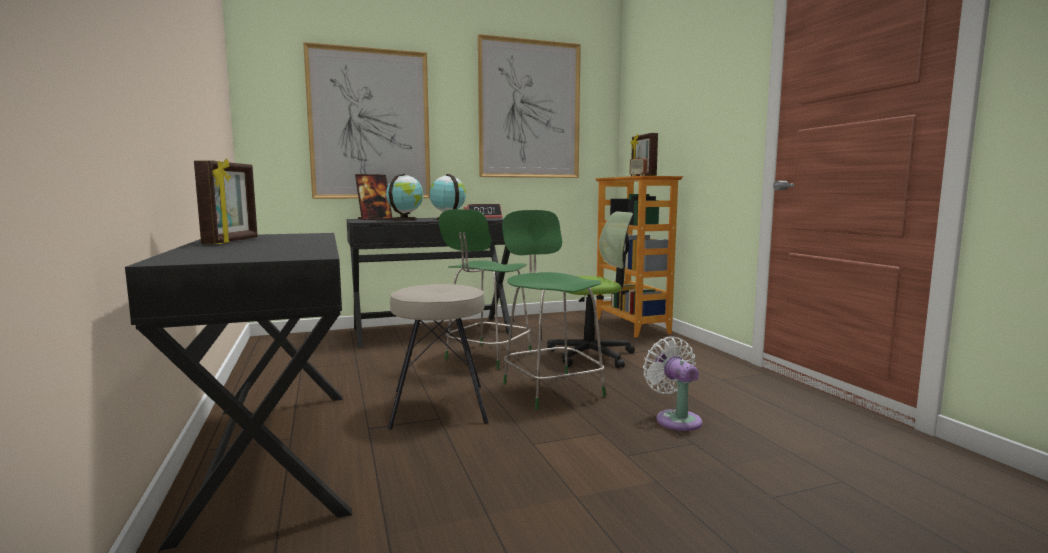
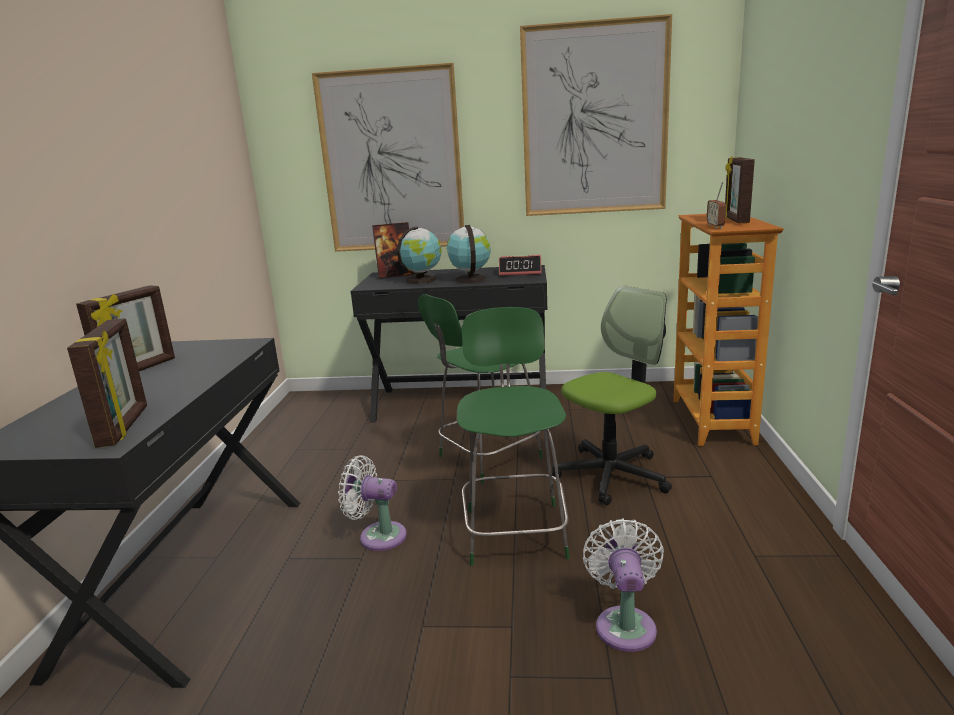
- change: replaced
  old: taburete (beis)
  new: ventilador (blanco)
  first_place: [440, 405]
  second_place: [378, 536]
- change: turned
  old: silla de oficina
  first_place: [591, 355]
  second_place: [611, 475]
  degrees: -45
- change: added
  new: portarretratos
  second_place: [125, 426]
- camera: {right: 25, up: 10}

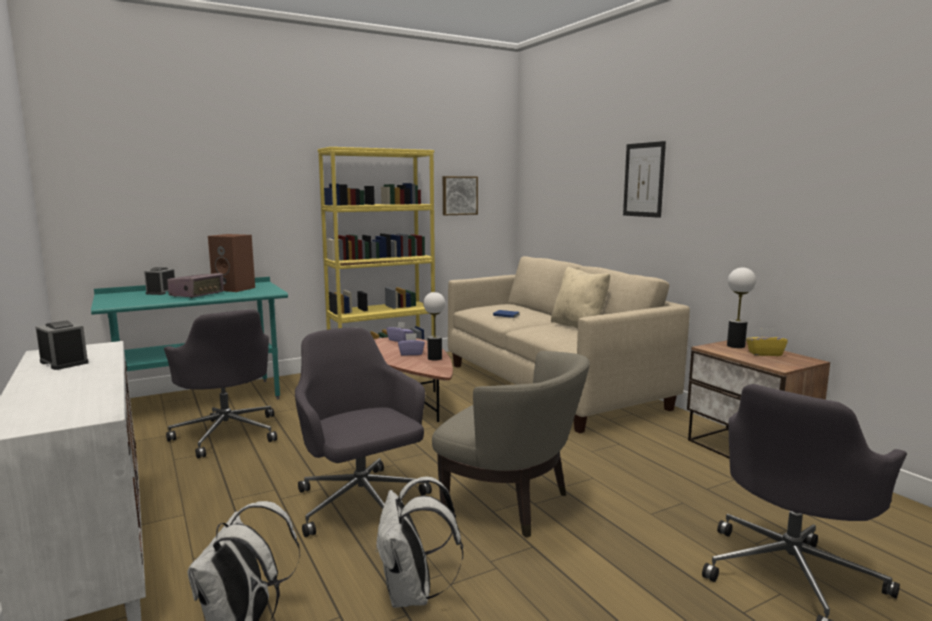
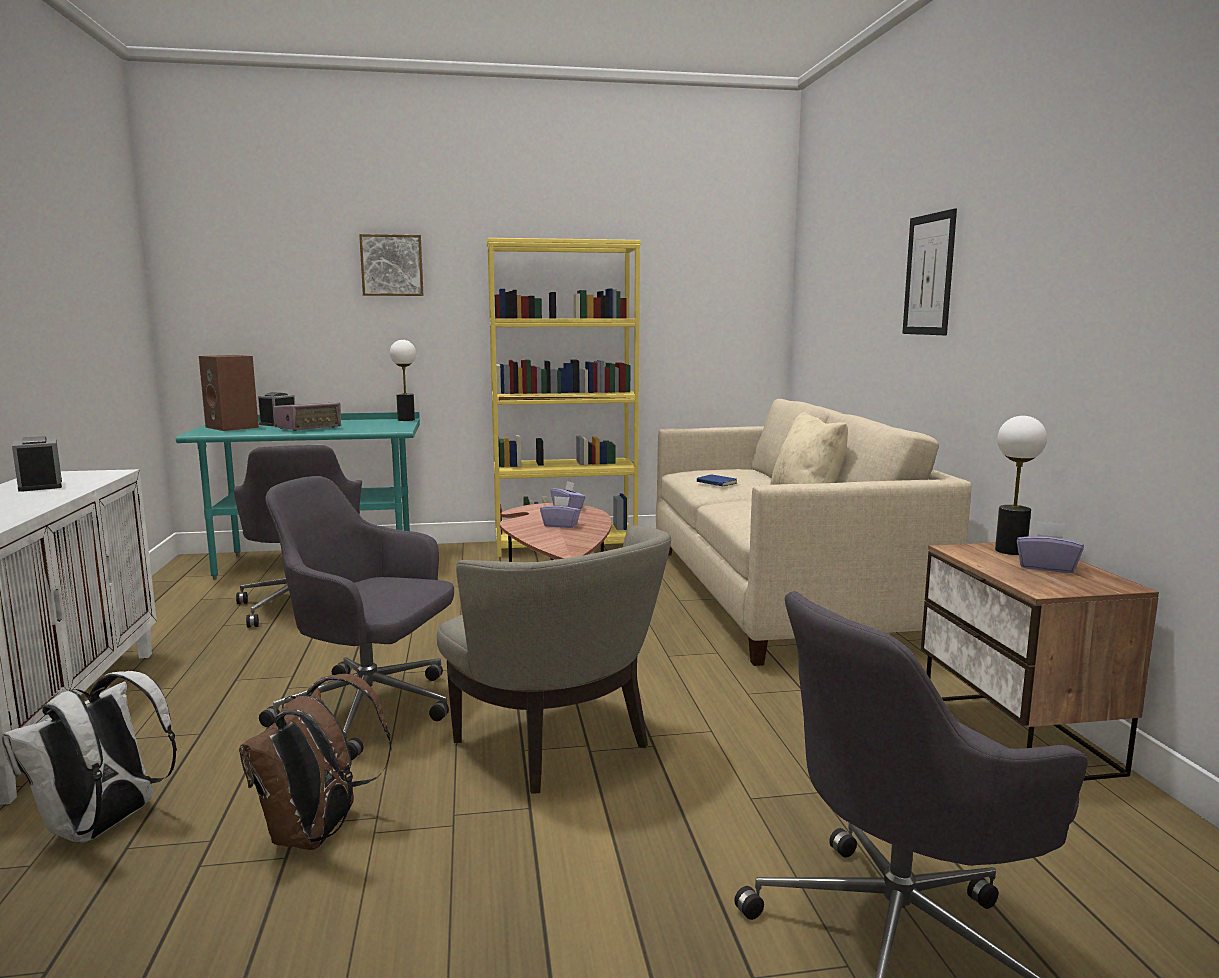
- change: moved
  old: altavoz (marrón)
  first_place: [235, 289]
  second_place: [233, 427]
- change: turned
  old: silla de oficina (gris)
  first_place: [361, 503]
  second_place: [370, 710]
  degrees: -60
- change: recoloured
  old: mochila (blanco)
  new: mochila (marrón)
  first_place: [413, 594]
  second_place: [317, 834]
- change: moved
  old: lámpara de mesa
  first_place: [434, 358]
  second_place: [406, 420]
- change: moved
  old: cuadro
  first_place: [459, 195]
  second_place: [392, 265]
- change: recoloured
  old: caja de pañuelos (amarillo)
  new: caja de pañuelos (morado)
  first_place: [764, 353]
  second_place: [1046, 567]
- camera: {right: 20, up: 0}

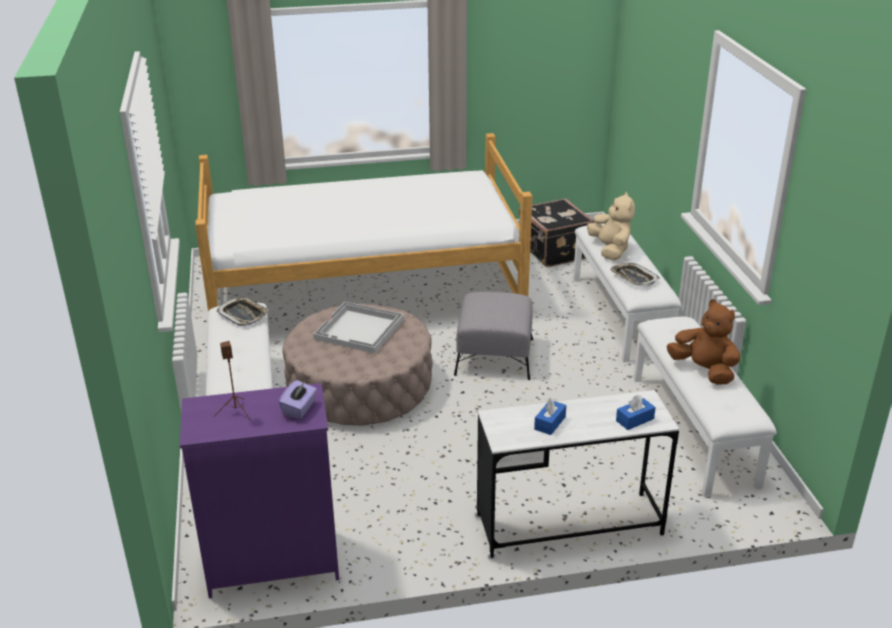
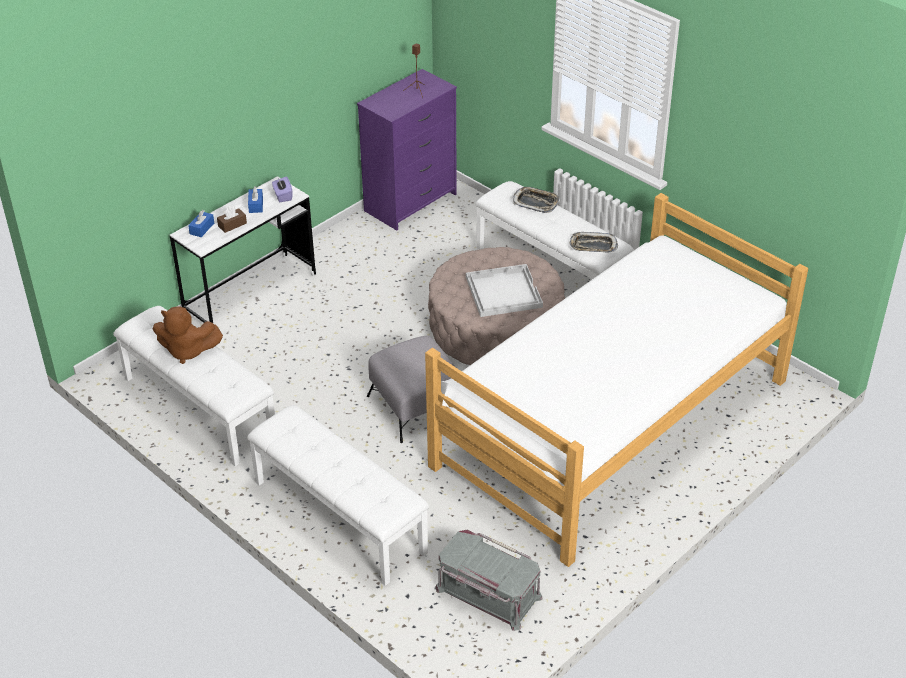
- change: moved
  old: caja de pañuelos (morado)
  first_place: [299, 409]
  second_place: [283, 196]
- change: replaced
  old: maleta (negro)
  new: caja de almacenaje (gris)
  first_place: [553, 251]
  second_place: [487, 593]
- change: removed
  old: peluche (beis)
  first_place: [610, 250]
- change: moved
  old: bandeja
  first_place: [633, 278]
  second_place: [536, 202]
- change: added
  new: caja de pañuelos (marrón)
  second_place: [232, 225]
- camera: {right: 145, up: 10}

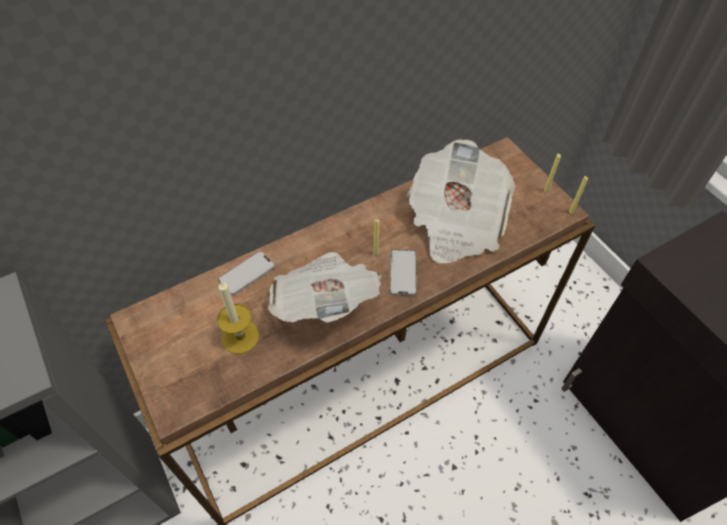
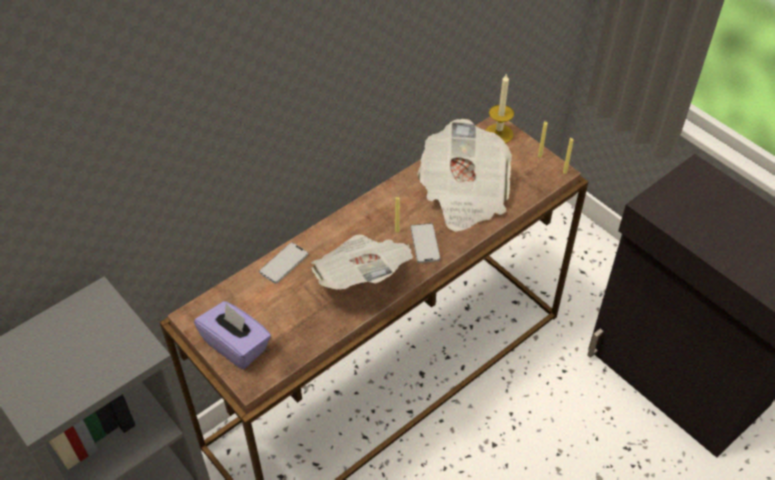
- change: moved
  old: vela
  first_place: [240, 336]
  second_place: [498, 134]
- change: added
  new: caja de pañuelos (morado)
  second_place: [236, 345]
- camera: {right: -10, up: -5}

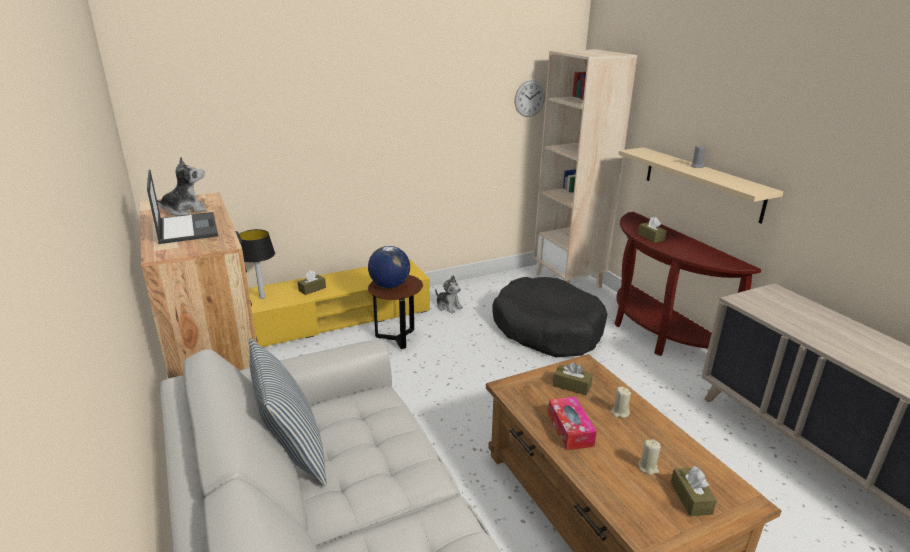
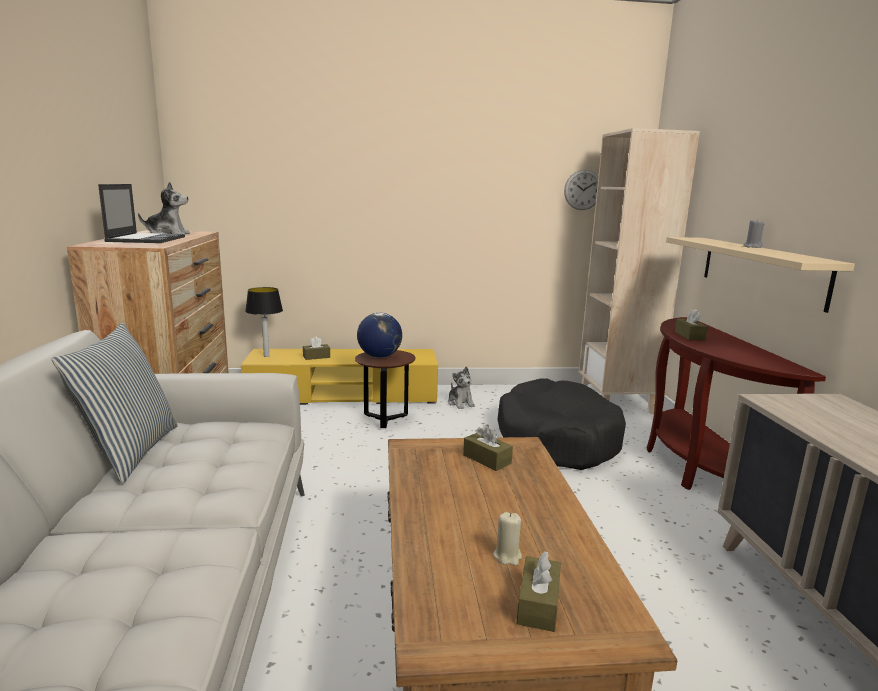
- change: removed
  old: caja de pañuelos
  first_place: [570, 429]
- change: removed
  old: vela (beis)
  first_place: [619, 412]
- camera: {right: 20, up: -10}

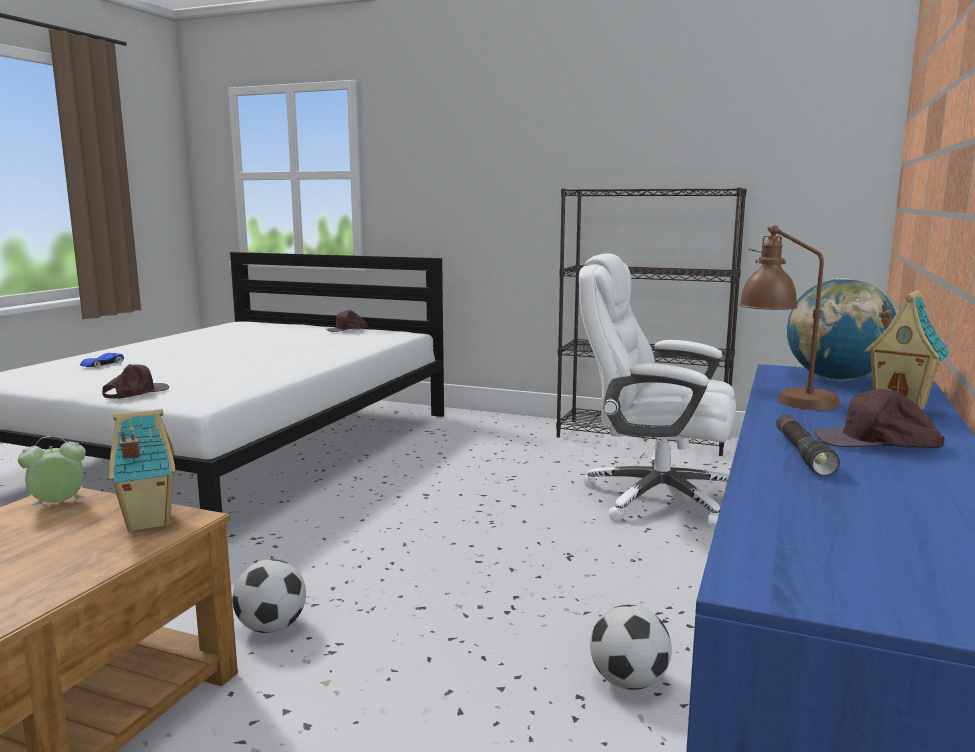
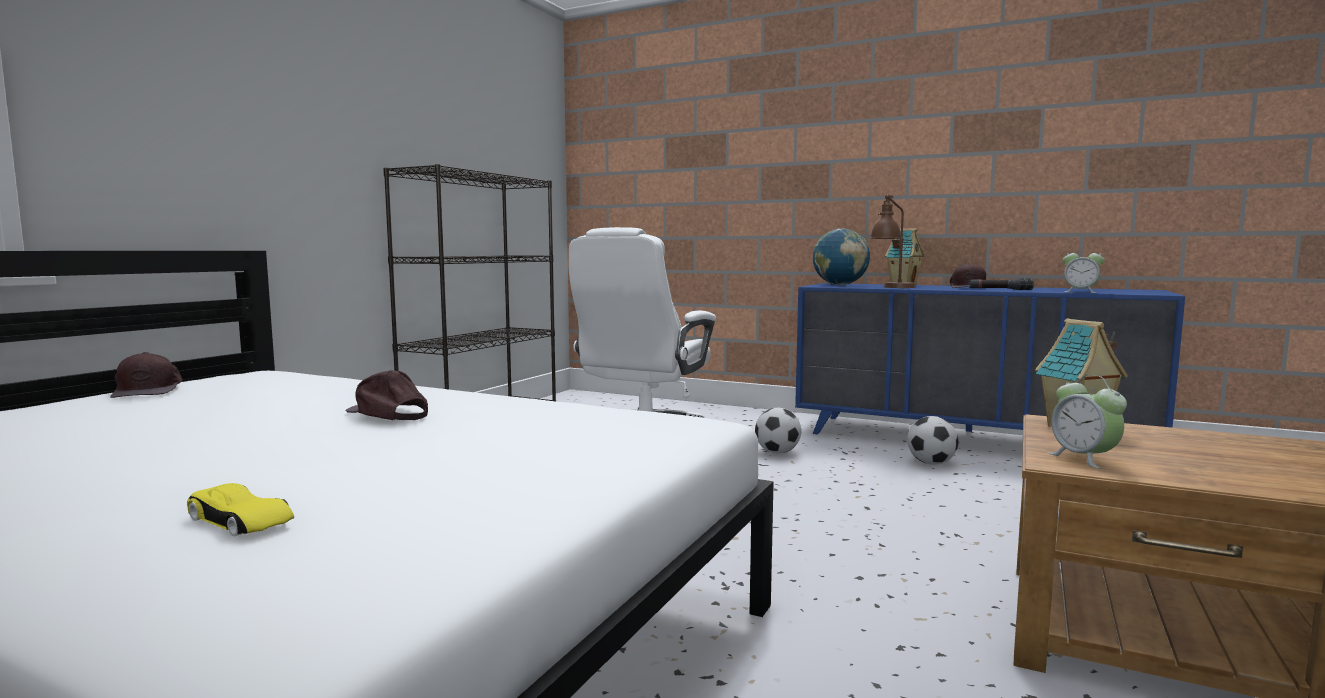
- change: recoloured
  old: coche de juguete (azul)
  new: coche de juguete (amarillo)
  first_place: [102, 364]
  second_place: [241, 520]
- change: moved
  old: gorra (marrón)
  first_place: [135, 392]
  second_place: [388, 414]
- change: moved
  old: balón de fútbol
  first_place: [271, 627]
  second_place: [777, 452]
- change: added
  new: despertador
  second_place: [1080, 292]
- camera: {right: -85, up: -5}

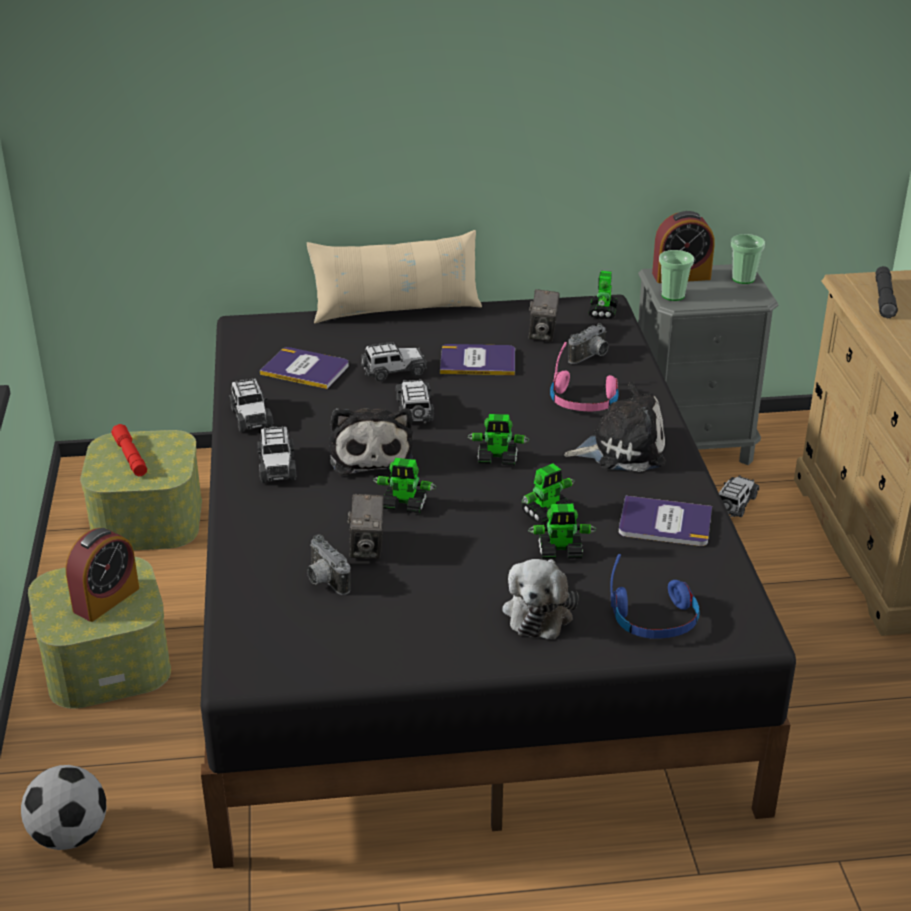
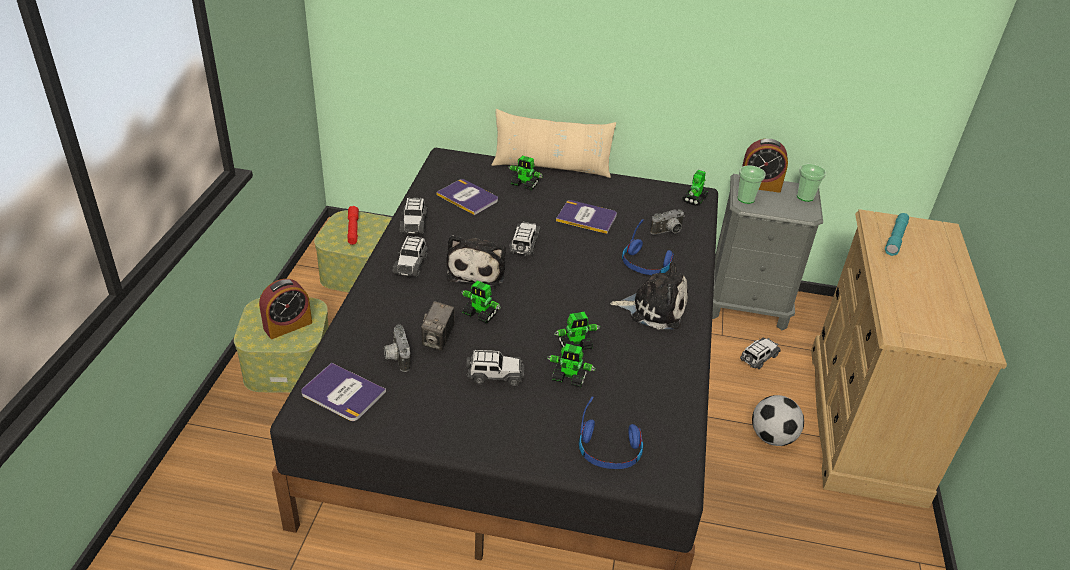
- change: moved
  old: balón de fútbol
  first_place: [69, 835]
  second_place: [772, 437]
- change: moved
  old: coche de juguete
  first_place: [394, 371]
  second_place: [495, 375]
- change: moved
  old: robot de juguete
  first_place: [498, 459]
  second_place: [524, 185]
- change: removed
  old: peluche
  first_place: [539, 611]
- change: removed
  old: cámara
  first_place: [543, 334]
- change: recoloured
  old: auriculares (rosa)
  new: auriculares (azul)
  first_place: [583, 401]
  second_place: [645, 264]
- change: moved
  old: libro
  first_place: [665, 523]
  second_place: [342, 393]
- change: recoloured
  old: linterna (gris)
  new: linterna (turquesa)
  first_place: [884, 298]
  second_place: [895, 238]
- camera: {right: 15, up: 5}

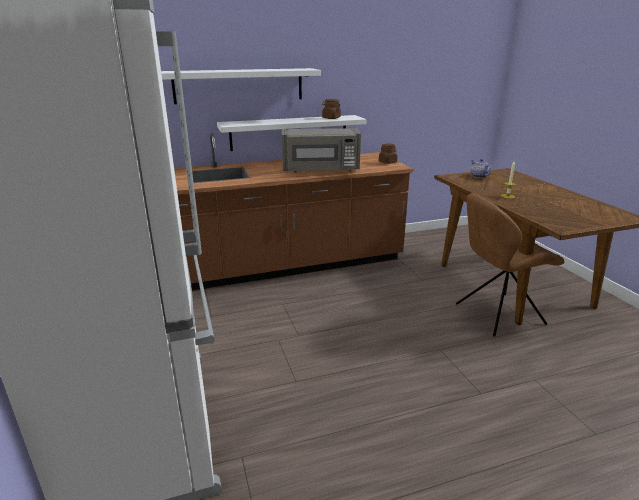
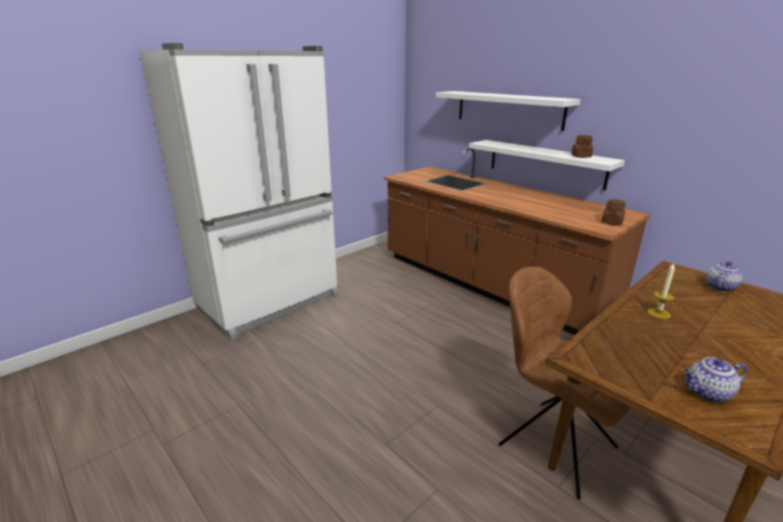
- change: removed
  old: microondas (gris)
  first_place: [320, 170]
- change: added
  new: tetera
  second_place: [707, 393]
- camera: {right: 65, up: 0}

